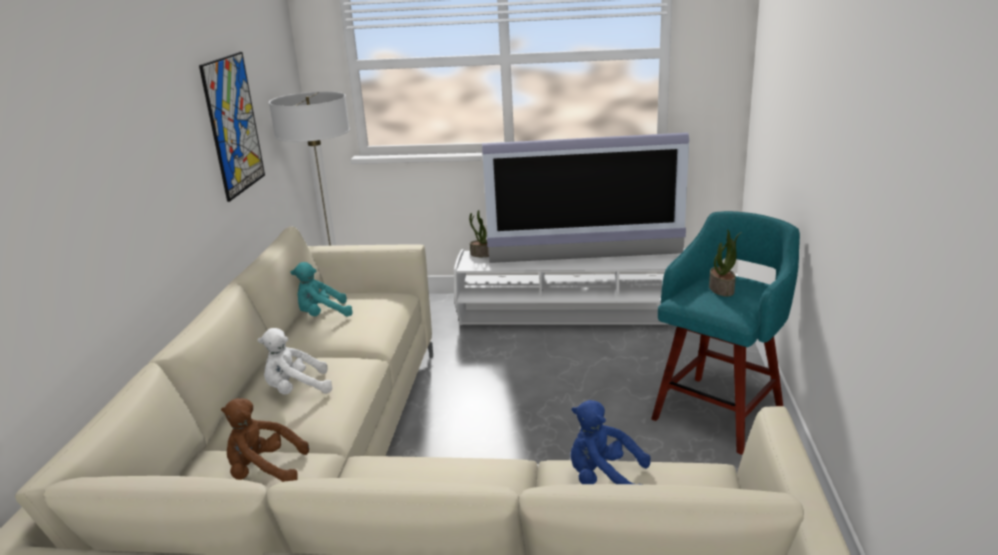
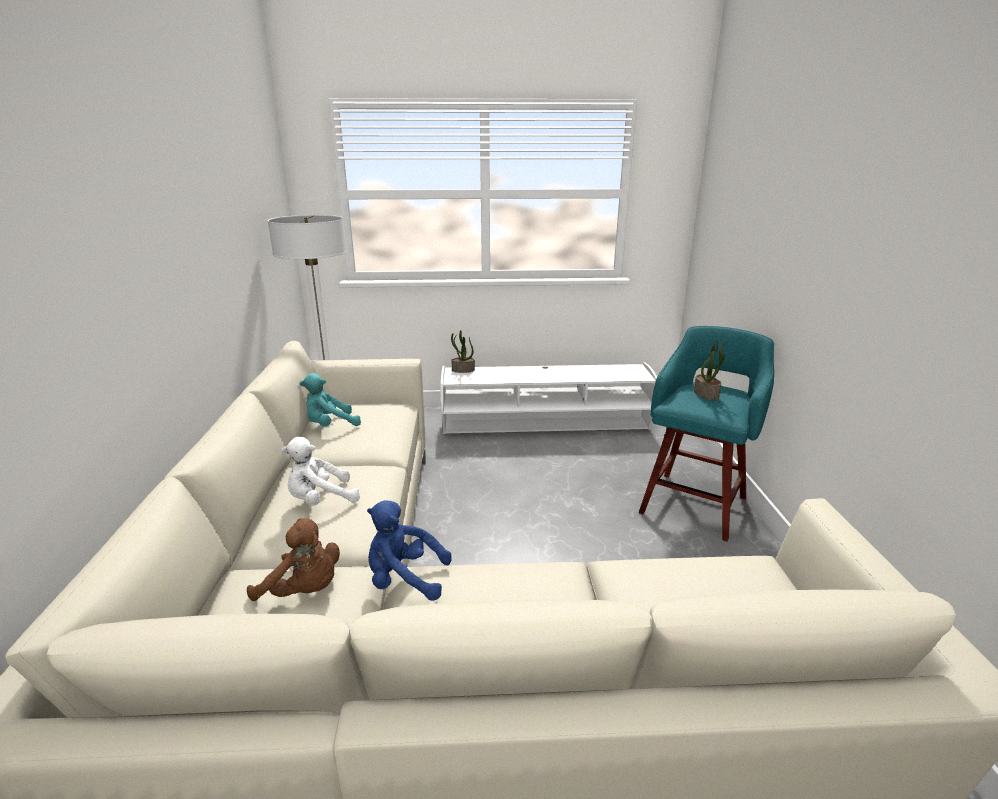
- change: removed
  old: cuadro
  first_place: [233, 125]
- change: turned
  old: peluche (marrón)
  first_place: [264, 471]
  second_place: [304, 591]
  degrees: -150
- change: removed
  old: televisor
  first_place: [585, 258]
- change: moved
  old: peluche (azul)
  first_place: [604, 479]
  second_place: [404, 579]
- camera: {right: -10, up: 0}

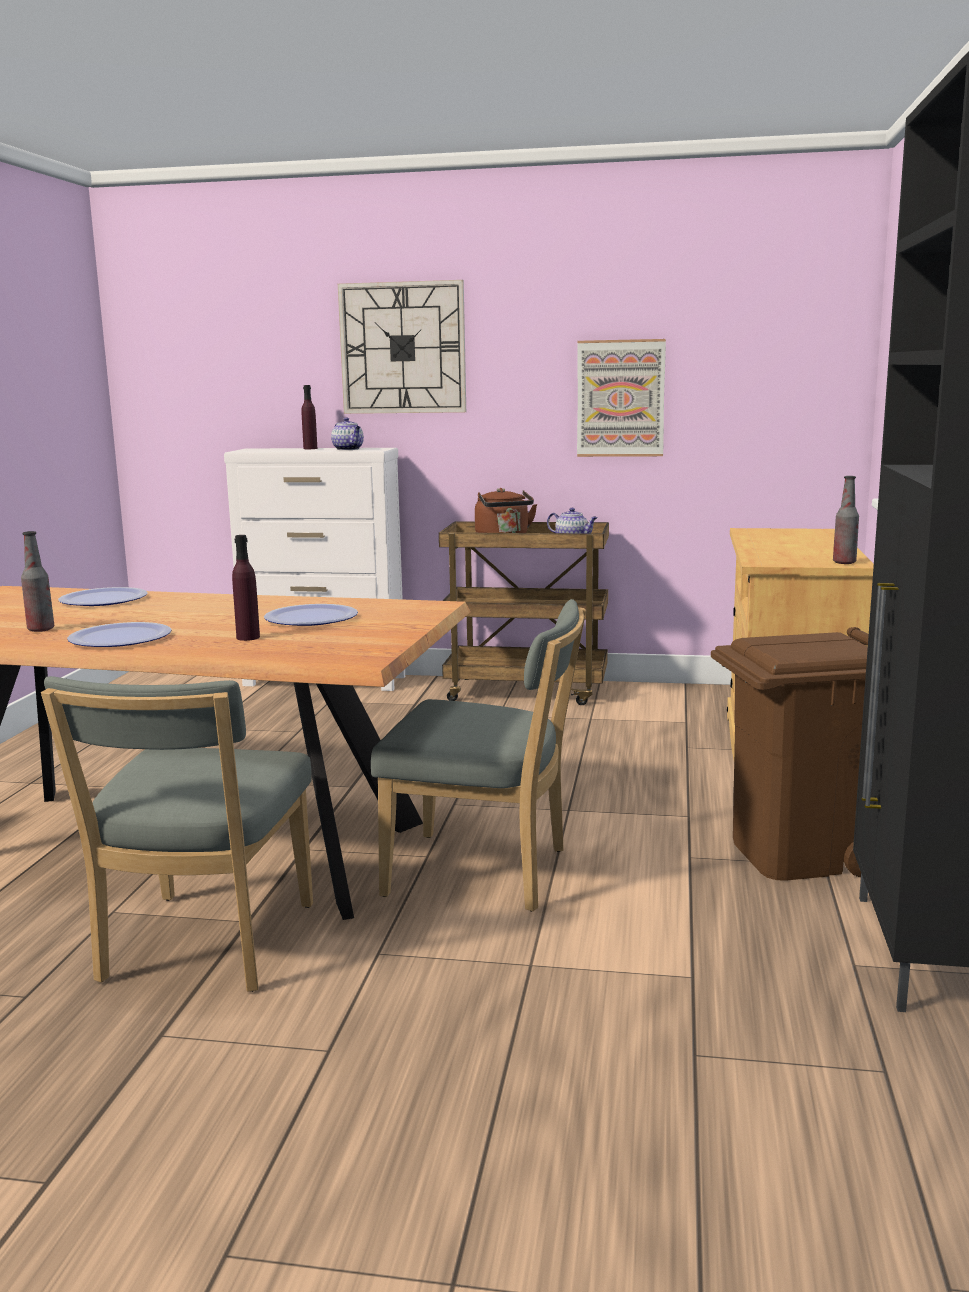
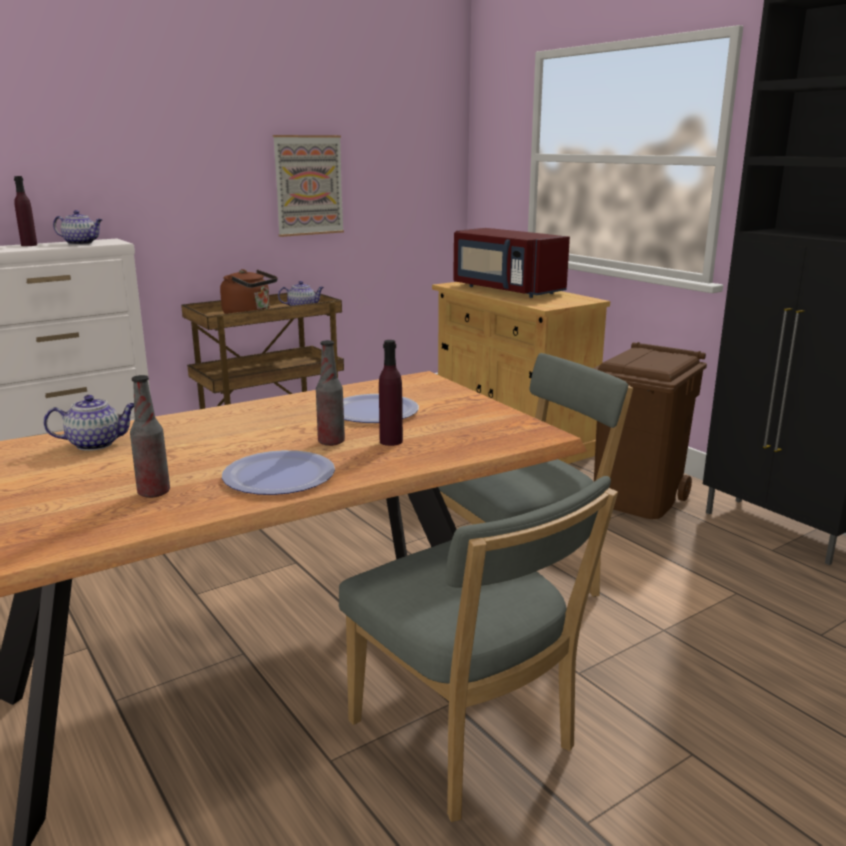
- change: replaced
  old: plato
  new: tetera
  first_place: [104, 599]
  second_place: [96, 444]
- change: removed
  old: reloj de pared
  first_place: [403, 348]
- change: moved
  old: botella
  first_place: [844, 562]
  second_place: [331, 442]
- change: added
  new: microondas (rojo)
  second_place: [505, 290]
- camera: {right: -45, up: 5}

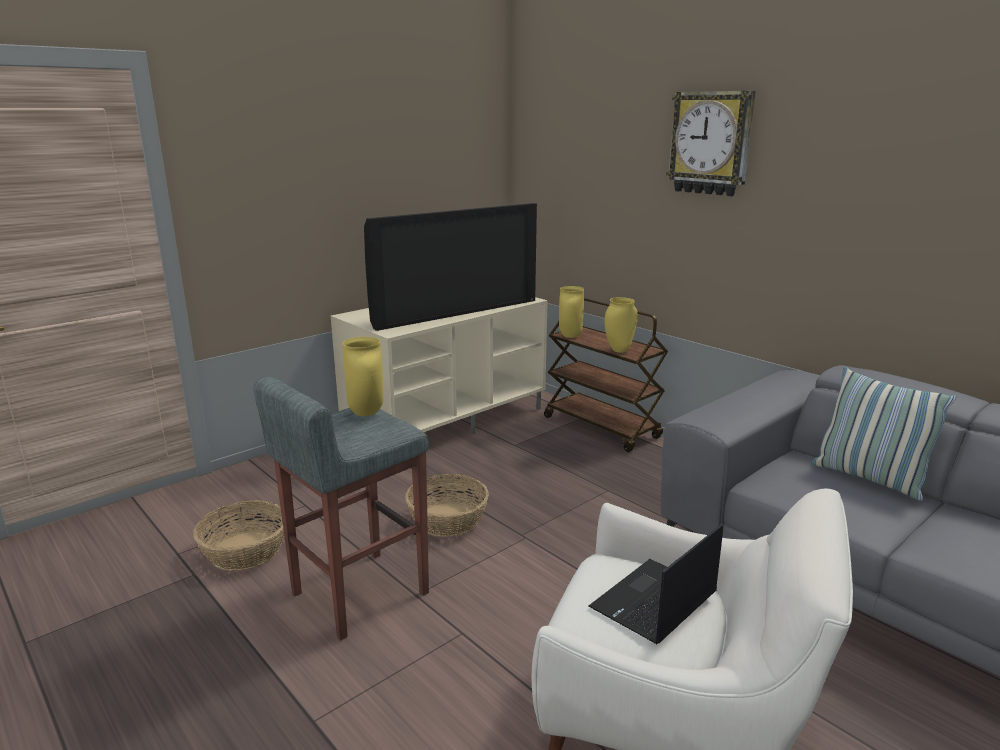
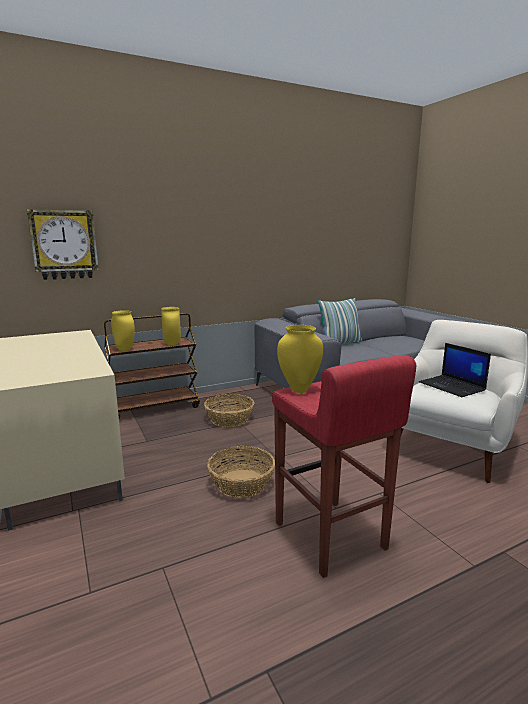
- change: moved
  old: cesta
  first_place: [244, 551]
  second_place: [229, 419]
- change: recoloured
  old: taburete (gris)
  new: taburete (rojo)
  first_place: [357, 593]
  second_place: [329, 537]
- change: removed
  old: televisor
  first_place: [456, 312]
- change: moved
  old: reloj de pared
  first_place: [711, 143]
  second_place: [64, 245]
- camera: {right: -75, up: -5}

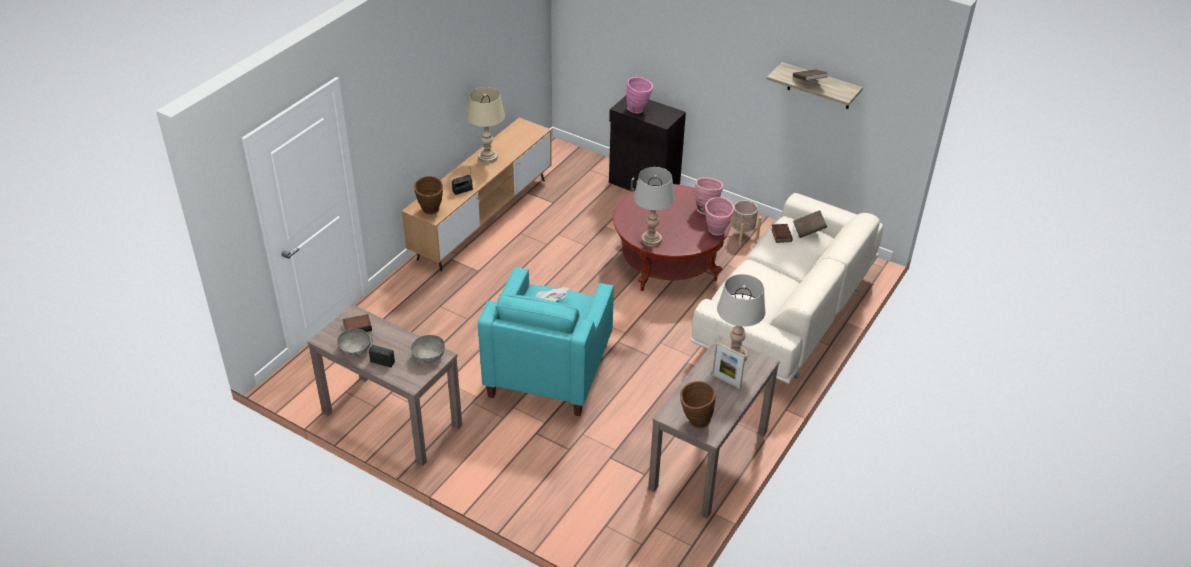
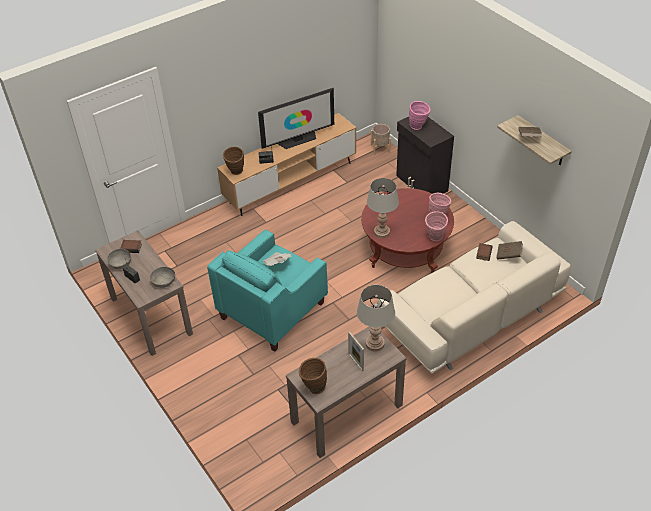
- change: replaced
  old: lámpara de mesa (beis)
  new: televisor
  first_place: [487, 158]
  second_place: [298, 140]
- change: moved
  old: maceta (beis)
  first_place: [742, 235]
  second_place: [380, 148]
- camera: {right: 25, up: 5}

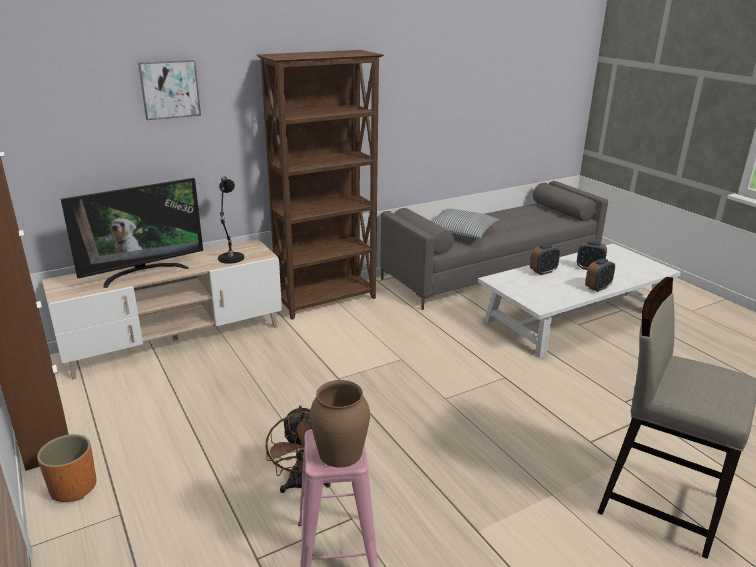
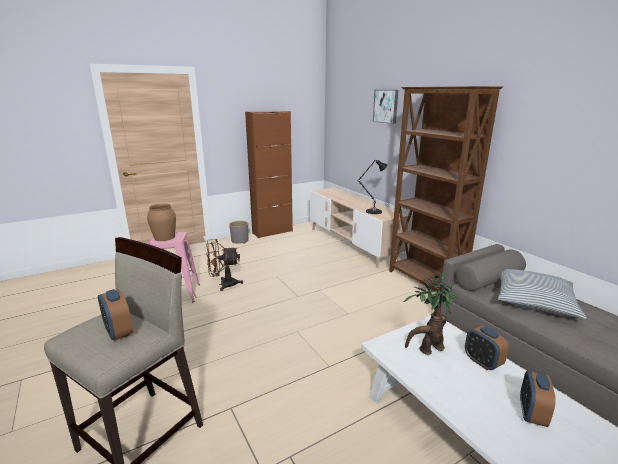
- change: recoloured
  old: maceta (naranja)
  new: maceta (gris)
  first_place: [73, 487]
  second_place: [240, 241]
- change: removed
  old: televisor
  first_place: [143, 272]
- change: moved
  old: despertador
  first_place: [598, 288]
  second_place: [119, 332]
- change: added
  new: planta en maceta
  second_place: [427, 349]
- camera: {right: 90, up: -5}

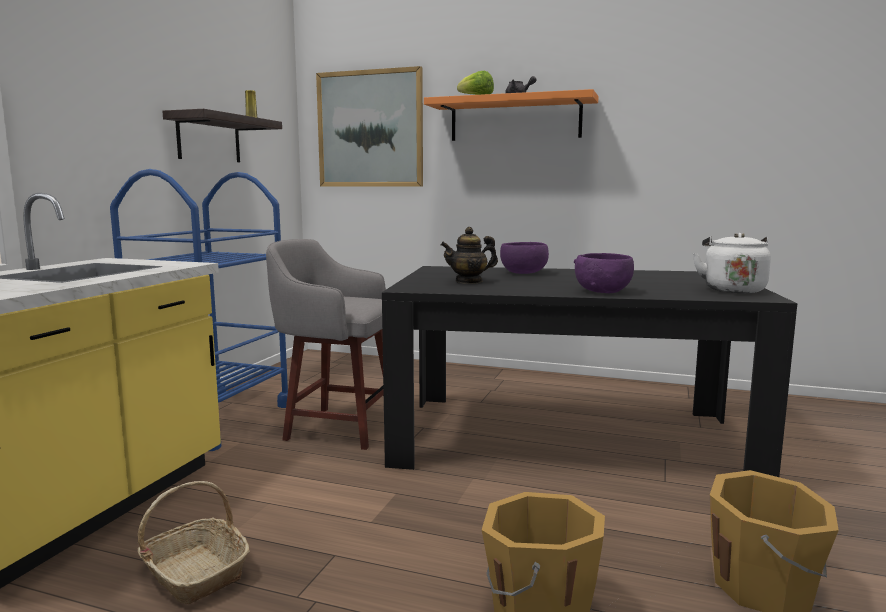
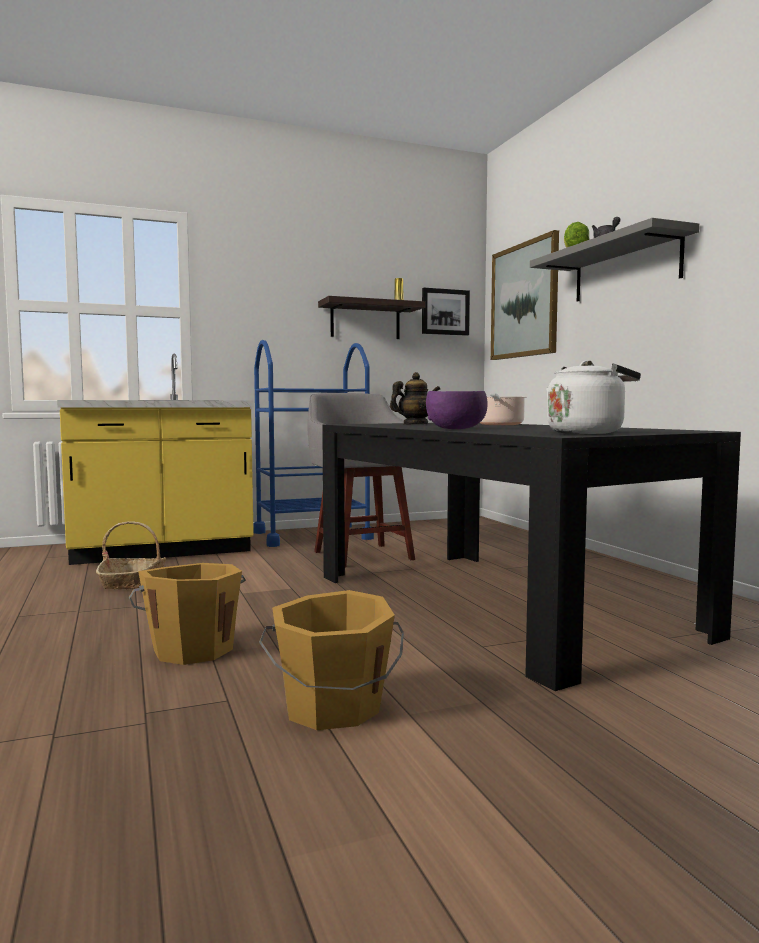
- change: recoloured
  old: estante (naranja)
  new: estante (gris)
  first_place: [515, 119]
  second_place: [625, 268]
- change: turned
  old: tetera
  first_place: [469, 281]
  second_place: [415, 424]
  degrees: 120
- change: replaced
  old: cuenco (morado)
  new: olla
  first_place: [524, 273]
  second_place: [499, 424]
- change: added
  new: cuadro
  second_place: [445, 312]
- camera: {right: 50, up: -5}

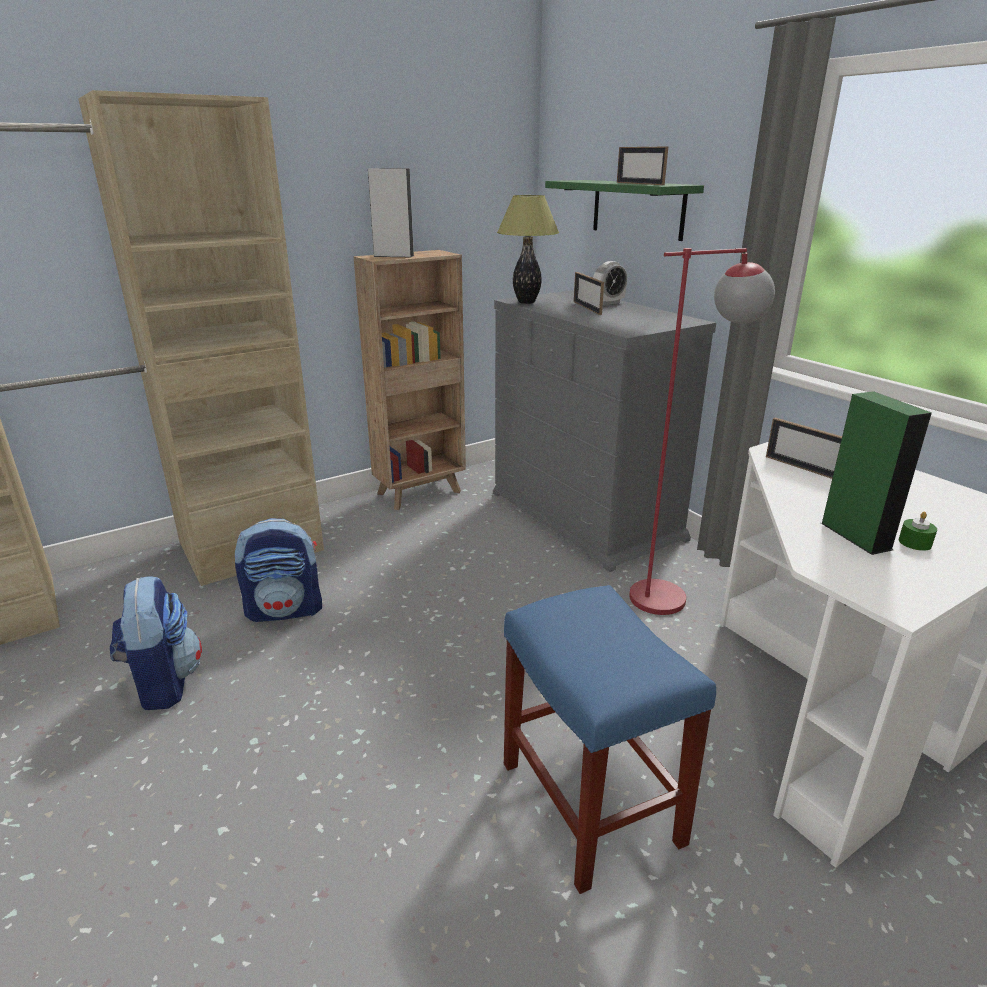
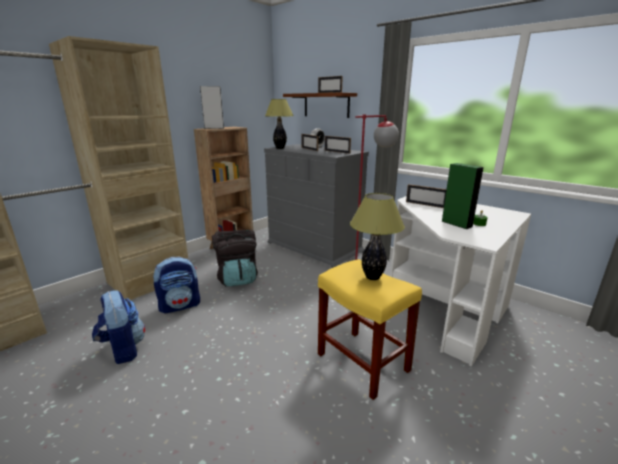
- change: recoloured
  old: taburete (azul)
  new: taburete (amarillo)
  first_place: [588, 800]
  second_place: [361, 361]
- change: recoloured
  old: estante (verde)
  new: estante (marrón)
  first_place: [637, 209]
  second_place: [326, 105]
- change: added
  new: mochila (negro)
  second_place: [237, 278]
- change: added
  new: portarretratos
  second_place: [337, 152]
- change: added
  new: lámpara de mesa
  second_place: [373, 277]
- camera: {right: -15, up: -5}

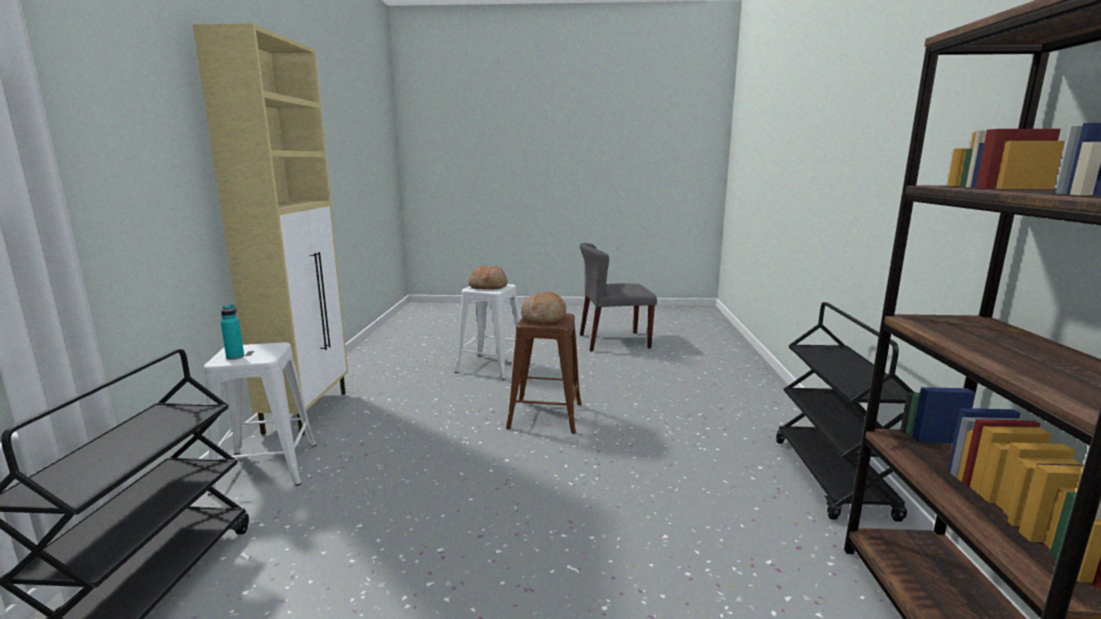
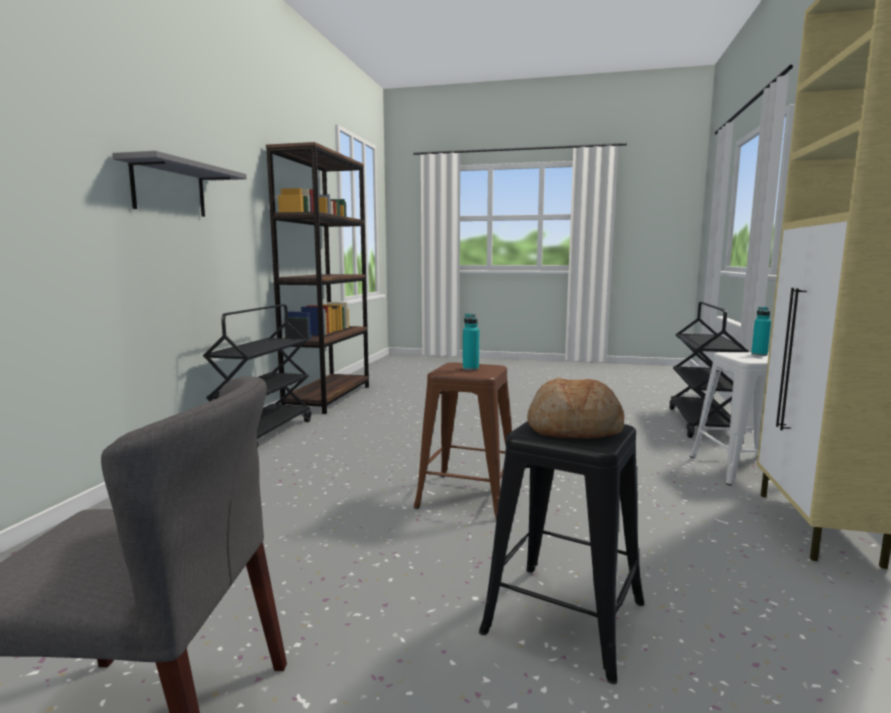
- change: recoloured
  old: taburete (blanco)
  new: taburete (negro)
  first_place: [491, 366]
  second_place: [564, 617]
- change: replaced
  old: pan
  new: botella (turquesa)
  first_place: [544, 319]
  second_place: [470, 368]
- change: added
  new: estante (gris)
  second_place: [169, 189]
- camera: {right: -170, up: -5}

